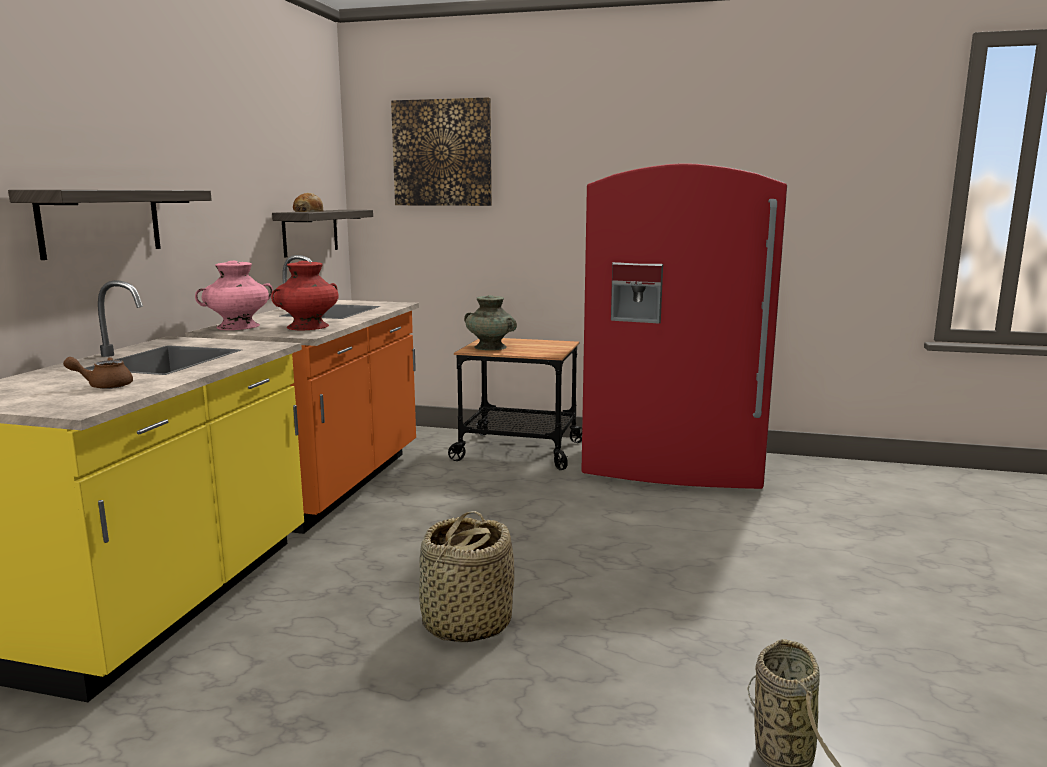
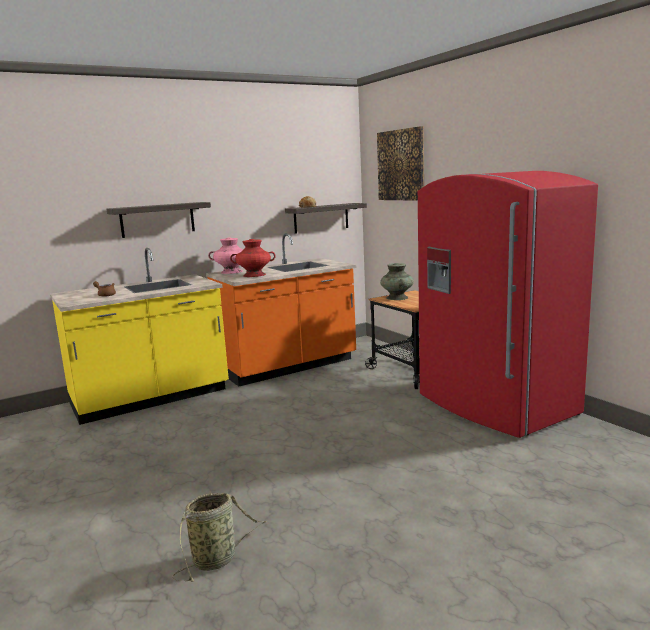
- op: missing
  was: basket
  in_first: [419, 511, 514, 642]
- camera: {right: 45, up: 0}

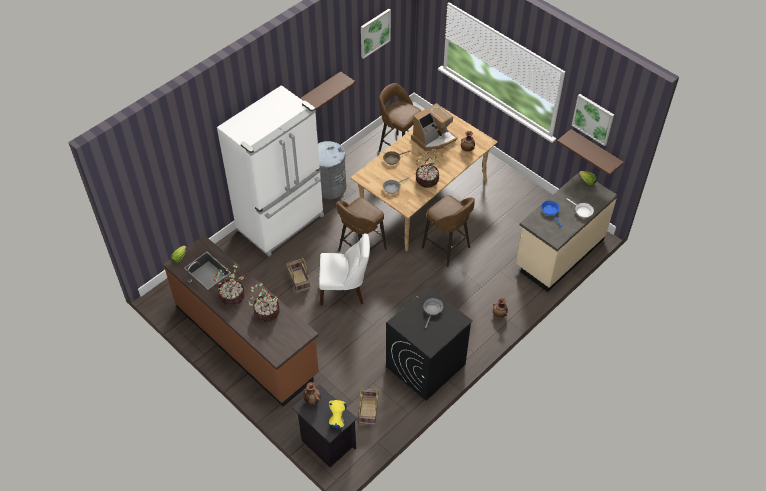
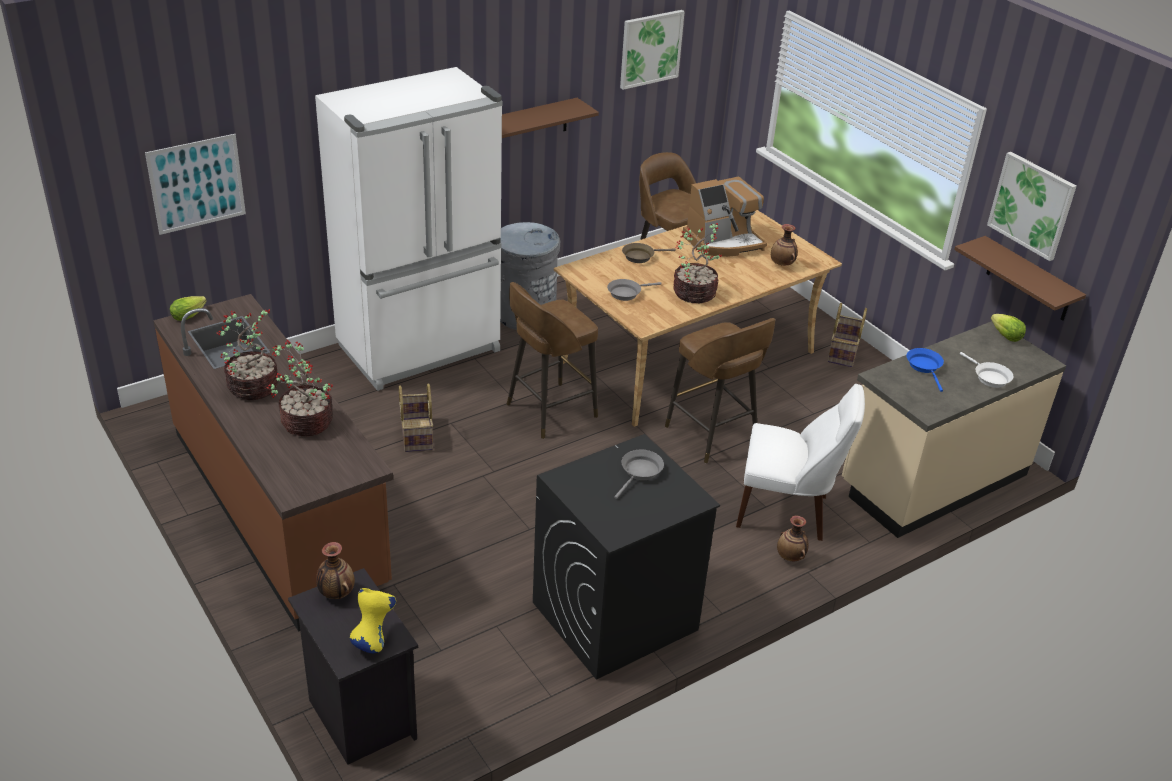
- op: relocated
  was: white chair
  in_first: [319, 234, 370, 305]
  in_second: [736, 383, 865, 541]
- op: relocated
  was: basket
  in_first: [358, 388, 379, 425]
  in_second: [828, 303, 867, 367]
- op: appeared
  now: picture
  in_second: [145, 134, 246, 235]
- camera: {right: 10, up: -15}

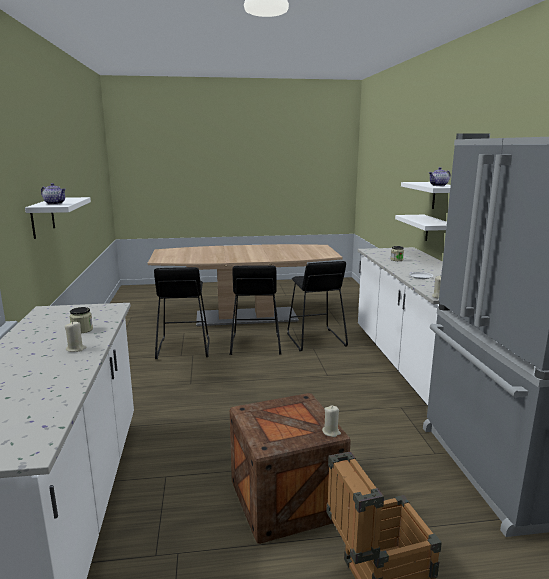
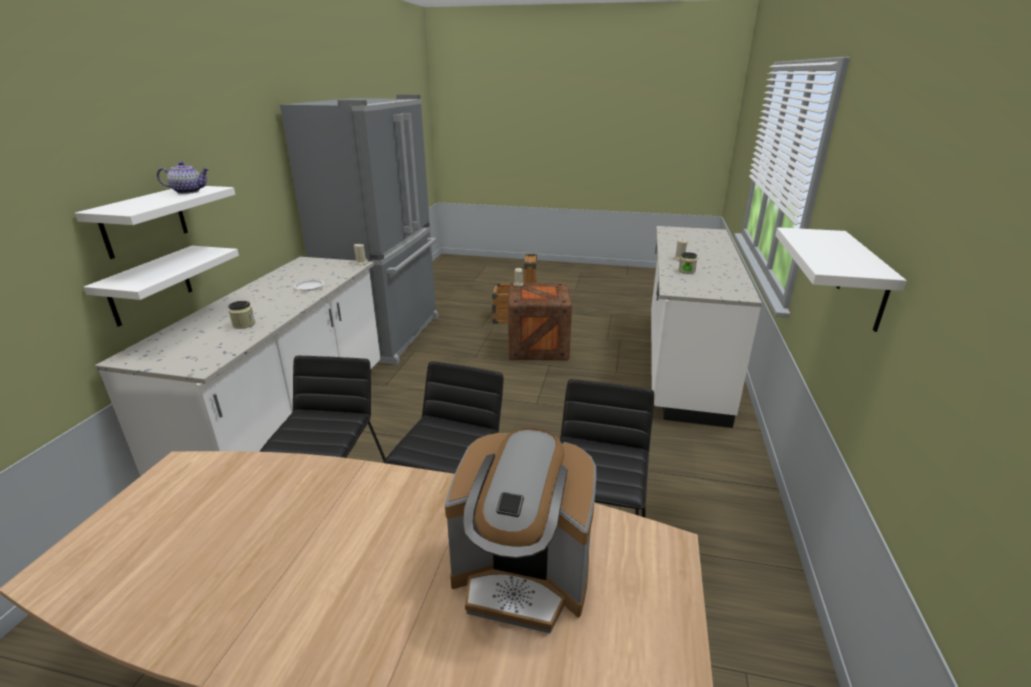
- op: missing
  was: teapot
  in_first: [41, 183, 66, 205]
- op: appeared
  now: coffee machine
  in_second: [445, 428, 596, 633]
- camera: {right: -160, up: 10}

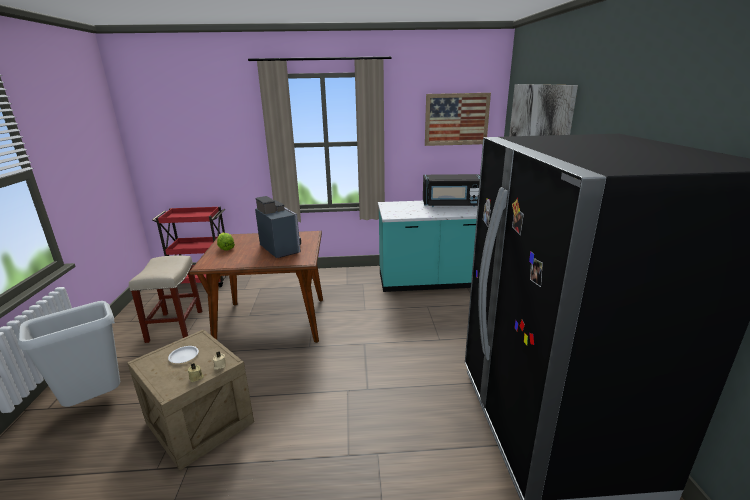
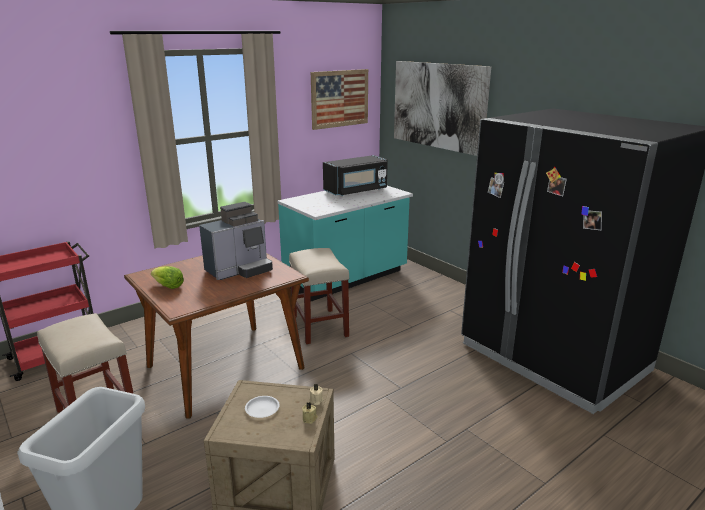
- op: spun
  was: coffee machine
  in_first: [255, 196, 301, 258]
  in_second: [199, 202, 273, 280]
  clockwise: 120
- op: appeared
  now: beige stool
  in_second: [289, 248, 349, 344]
- camera: {right: -35, up: 0}

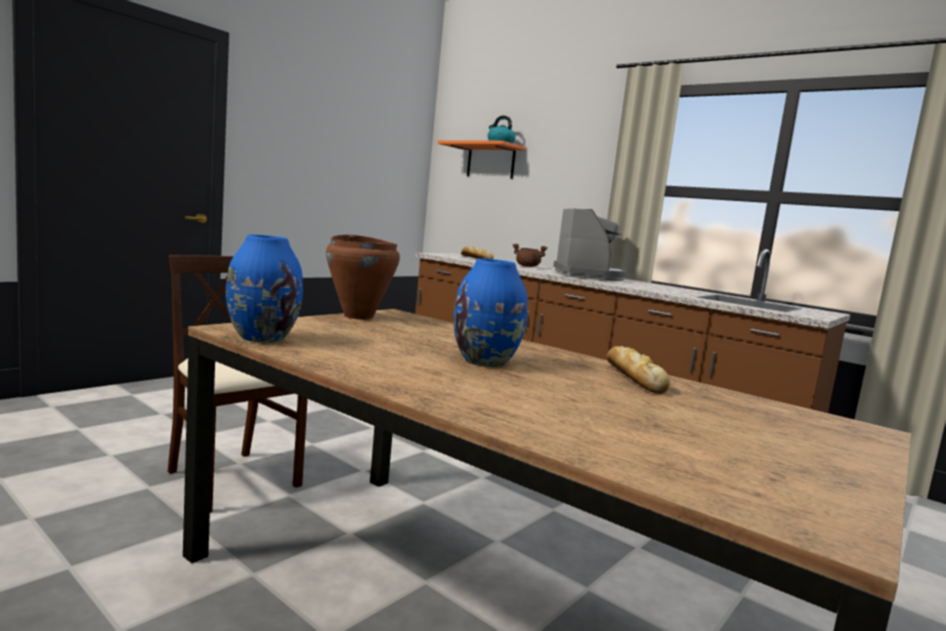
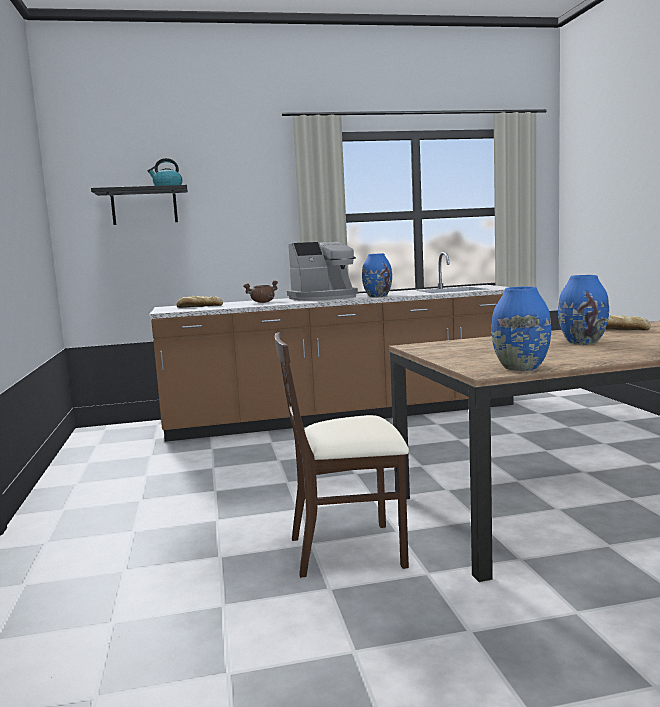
- op: colour
  was: orange shelf
  now: black shelf
  in_first: [438, 140, 526, 179]
  in_second: [91, 185, 188, 225]
- op: spun
  was: coffee machine
  in_first: [553, 209, 627, 281]
  in_second: [287, 242, 358, 301]
  clockwise: 120
- op: missing
  was: brown cooking pot
  in_first: [326, 234, 400, 320]
- op: appeared
  now: blue vase
  in_second: [362, 253, 392, 297]
- camera: {right: -50, up: 0}

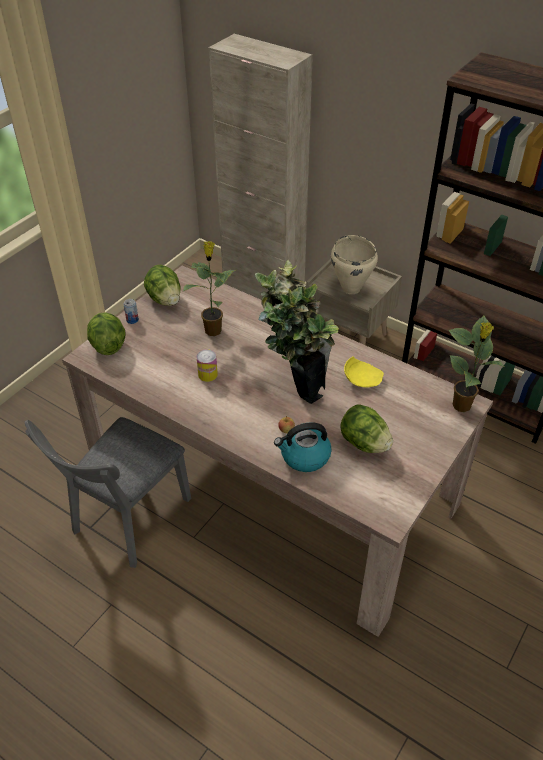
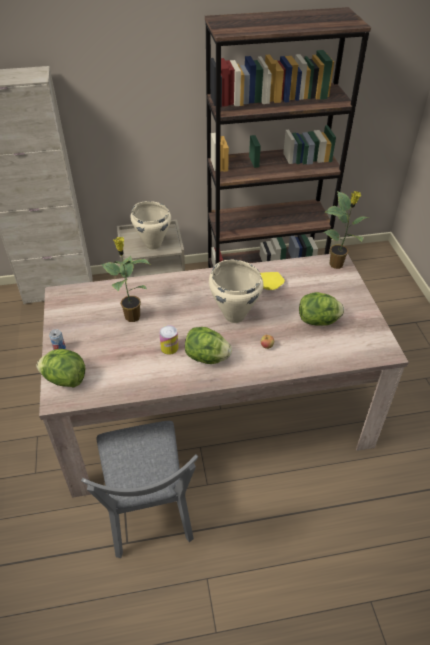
- op: exchanged
  was: potted plant
  now: beige cooking pot
  in_first: [255, 260, 339, 404]
  in_second: [209, 259, 263, 323]
- op: relocated
  was: lettuce
  in_first: [144, 265, 181, 306]
  in_second: [185, 327, 232, 364]
- op: missing
  was: kettle
  in_first: [274, 422, 332, 472]
- camera: {right: -45, up: 0}

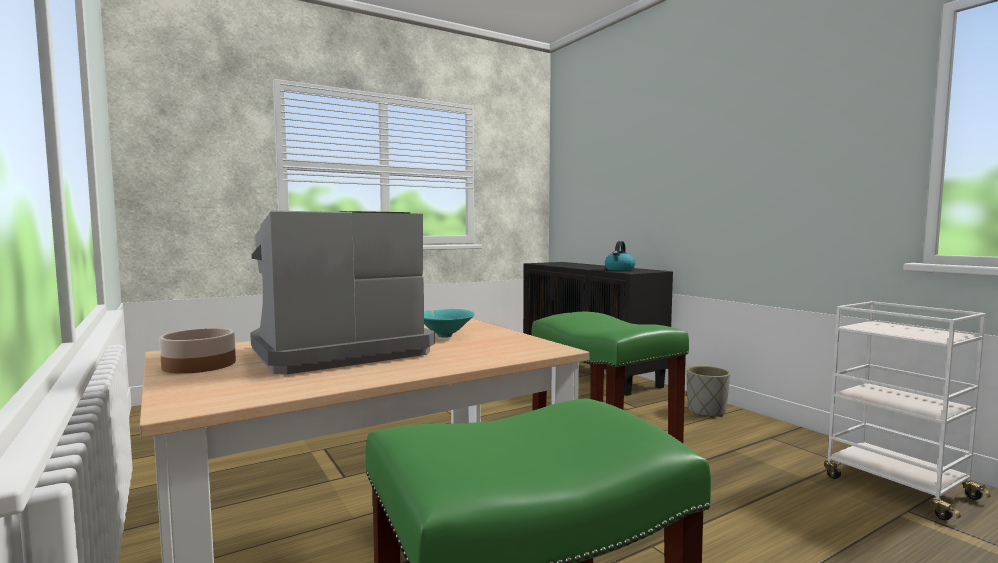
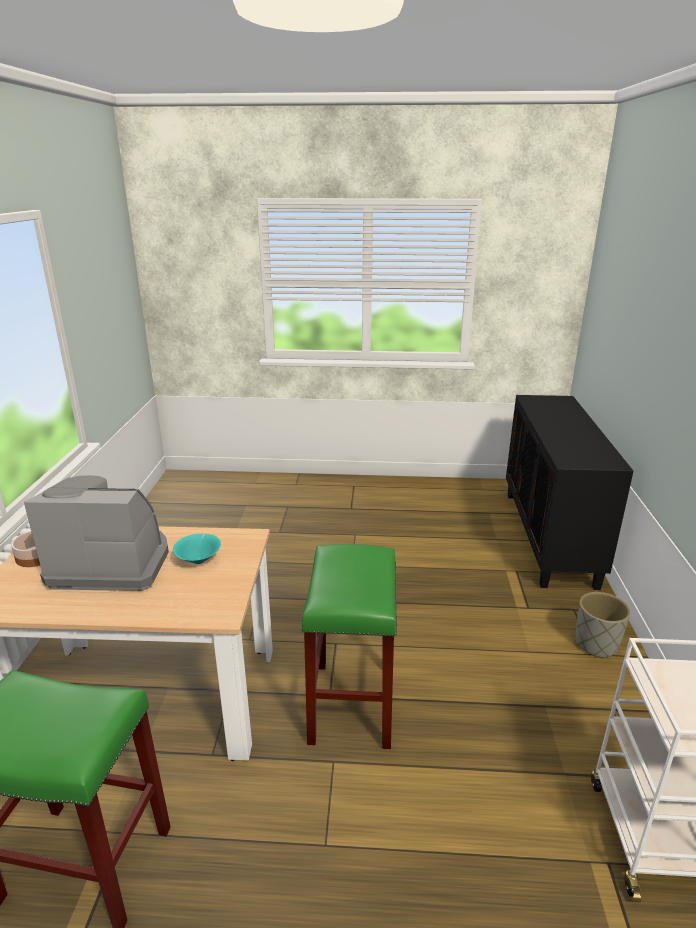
- op: missing
  was: kettle
  in_first: [605, 241, 636, 271]
- camera: {right: 35, up: 20}

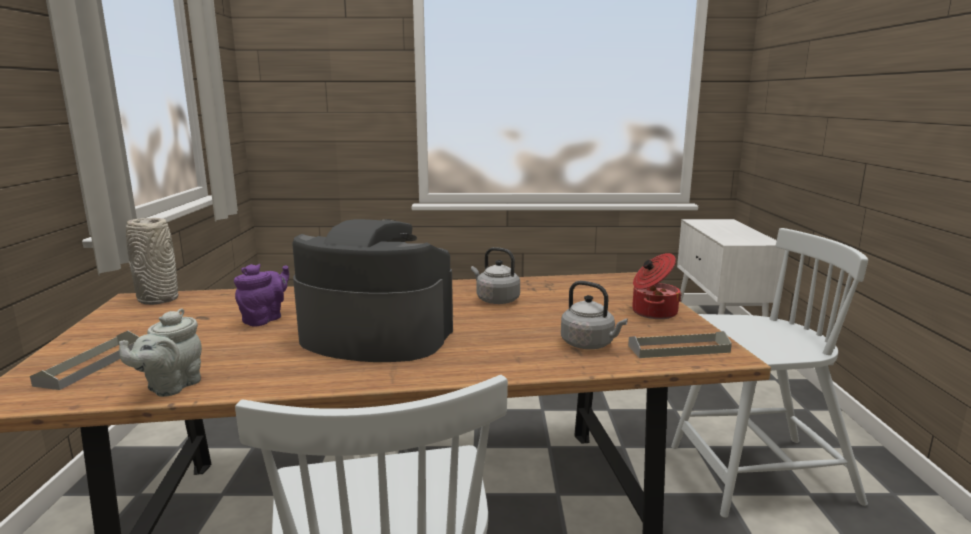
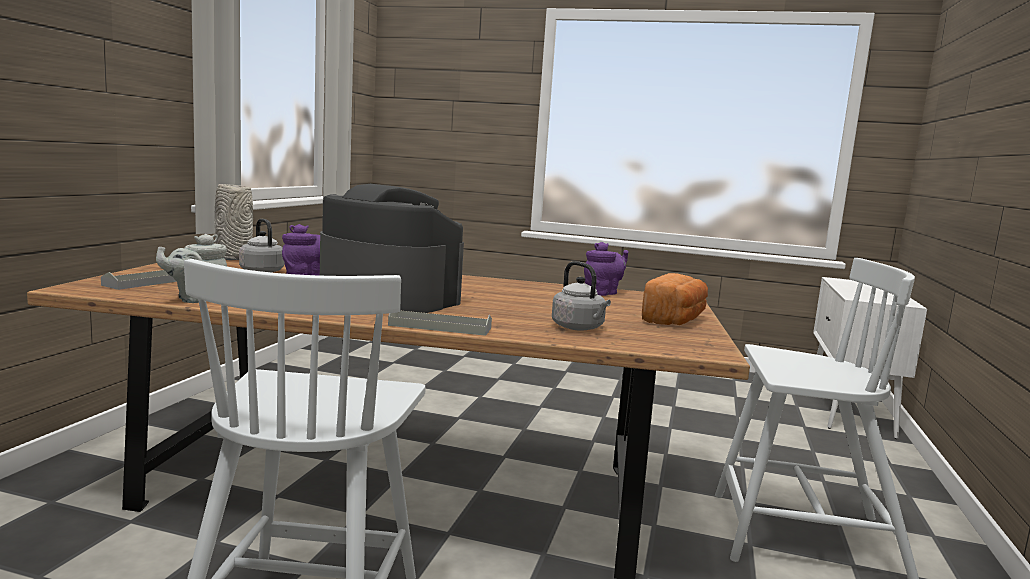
- op: relocated
  was: grey kettle
  in_first: [471, 247, 520, 304]
  in_second: [239, 219, 284, 273]
- op: exchanged
  was: cooking pot
  now: bread
  in_first: [632, 253, 682, 319]
  in_second: [642, 273, 708, 325]
- op: relocated
  was: grey tray
  in_first: [628, 331, 732, 358]
  in_second: [388, 310, 492, 336]
- op: appeared
  now: purple teapot
  in_second: [584, 242, 629, 296]
- camera: {right: 15, up: -5}

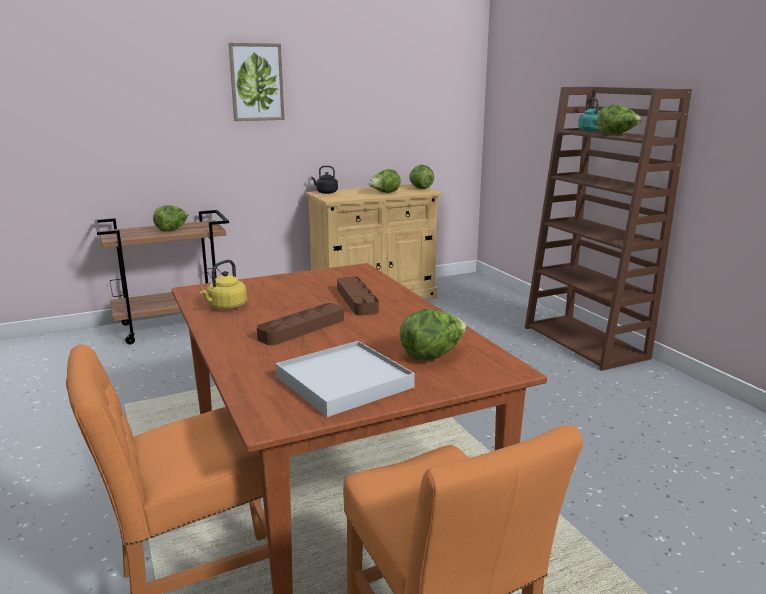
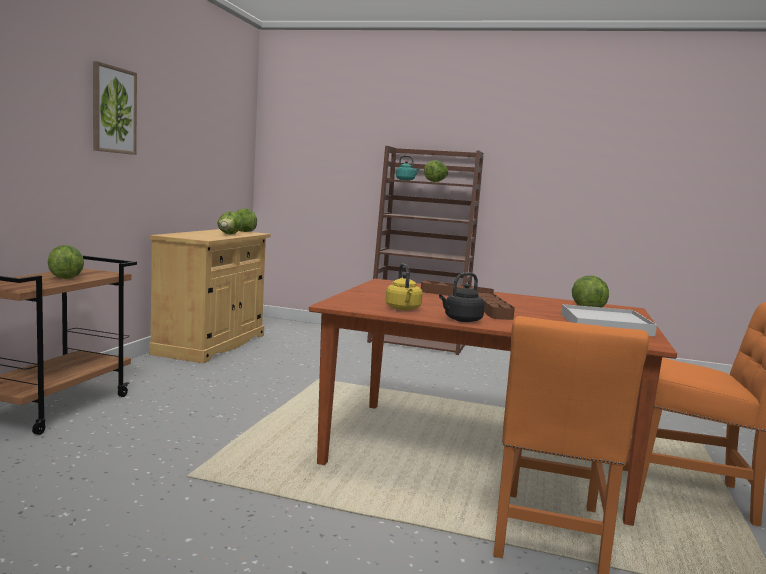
- op: relocated
  was: black kettle
  in_first: [311, 166, 338, 194]
  in_second: [439, 273, 485, 322]
- camera: {right: -50, up: -10}

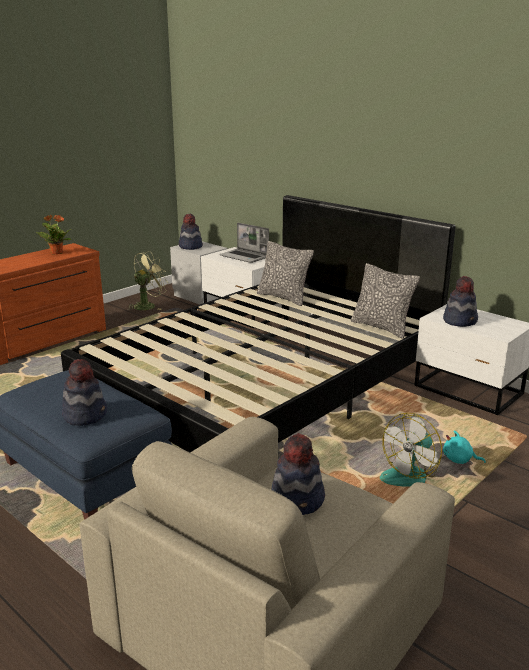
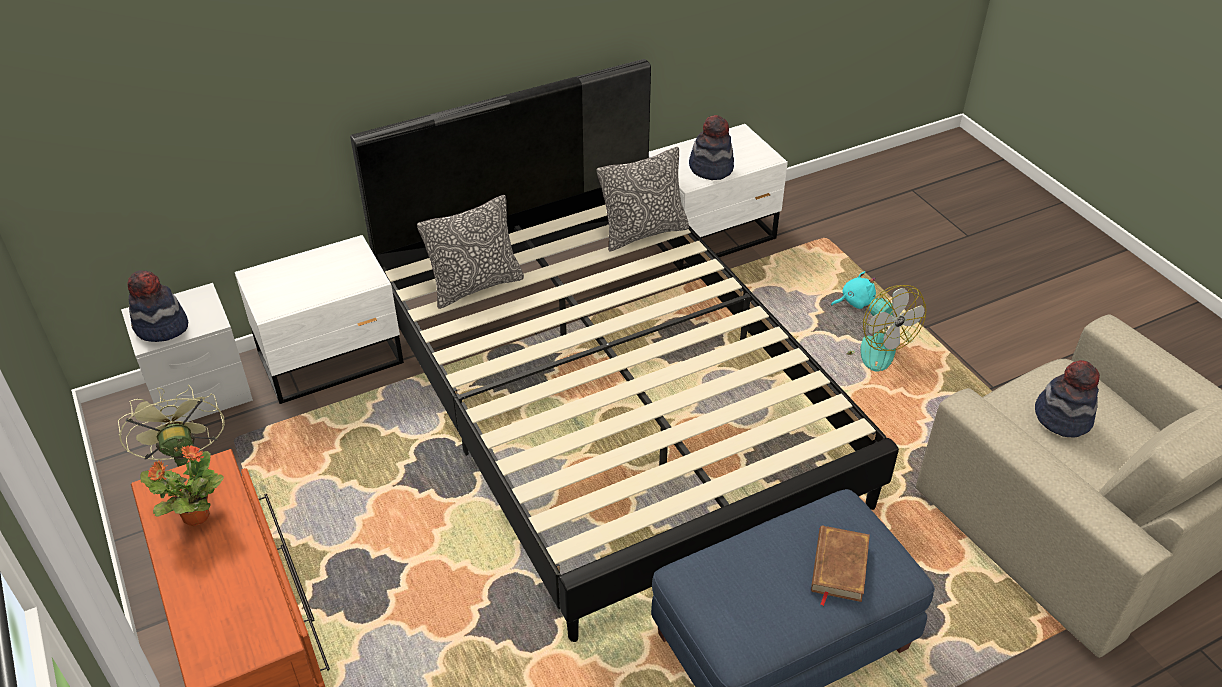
- op: missing
  was: laptop
  in_first: [219, 223, 269, 263]
- op: exchanged
  was: hat
  now: brown book
  in_first: [62, 359, 107, 426]
  in_second: [811, 525, 870, 606]
- op: spun
  was: turquoise plush toy
  in_first: [443, 430, 486, 465]
  in_second: [831, 271, 876, 309]
  clockwise: -150
- camera: {right: -70, up: 20}

